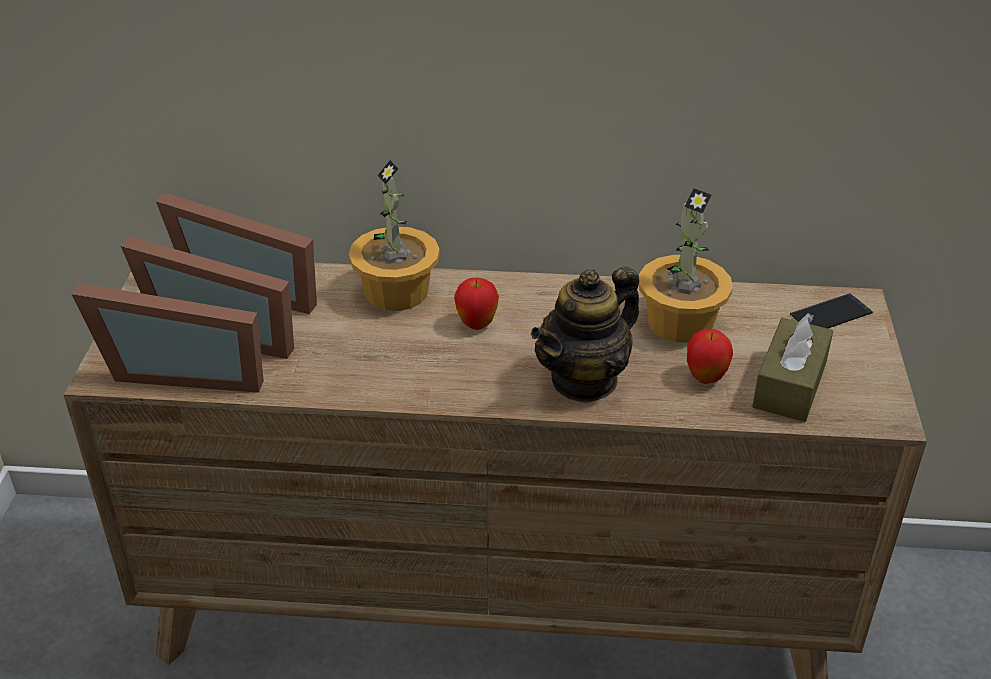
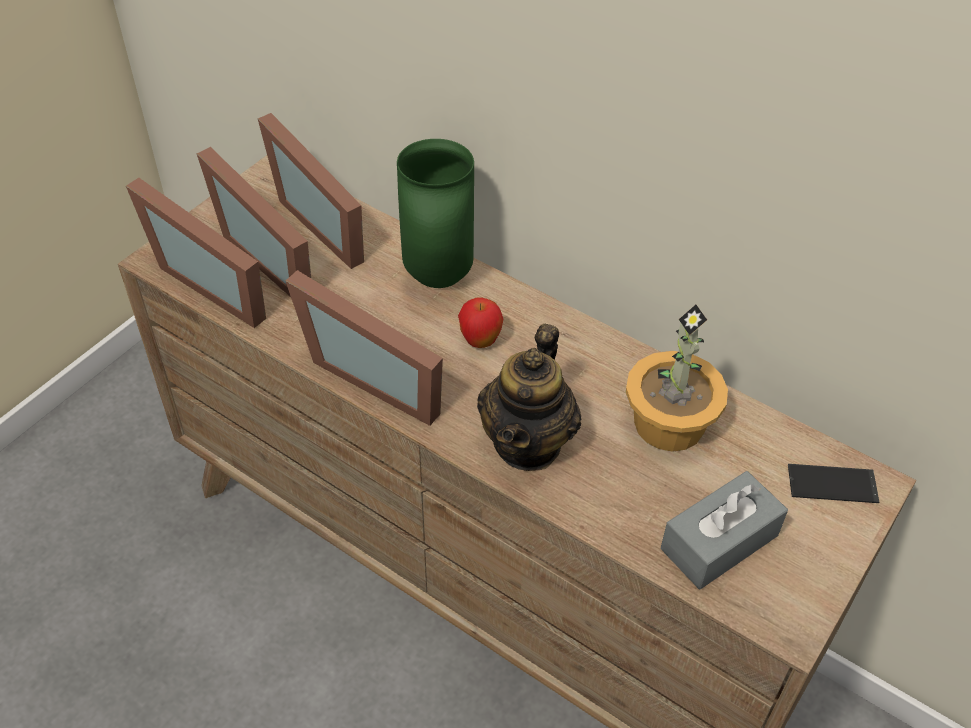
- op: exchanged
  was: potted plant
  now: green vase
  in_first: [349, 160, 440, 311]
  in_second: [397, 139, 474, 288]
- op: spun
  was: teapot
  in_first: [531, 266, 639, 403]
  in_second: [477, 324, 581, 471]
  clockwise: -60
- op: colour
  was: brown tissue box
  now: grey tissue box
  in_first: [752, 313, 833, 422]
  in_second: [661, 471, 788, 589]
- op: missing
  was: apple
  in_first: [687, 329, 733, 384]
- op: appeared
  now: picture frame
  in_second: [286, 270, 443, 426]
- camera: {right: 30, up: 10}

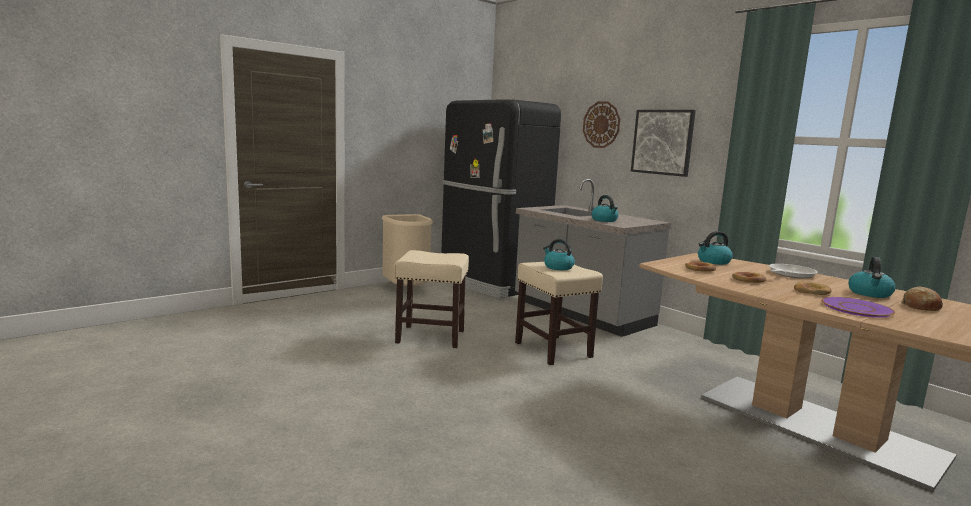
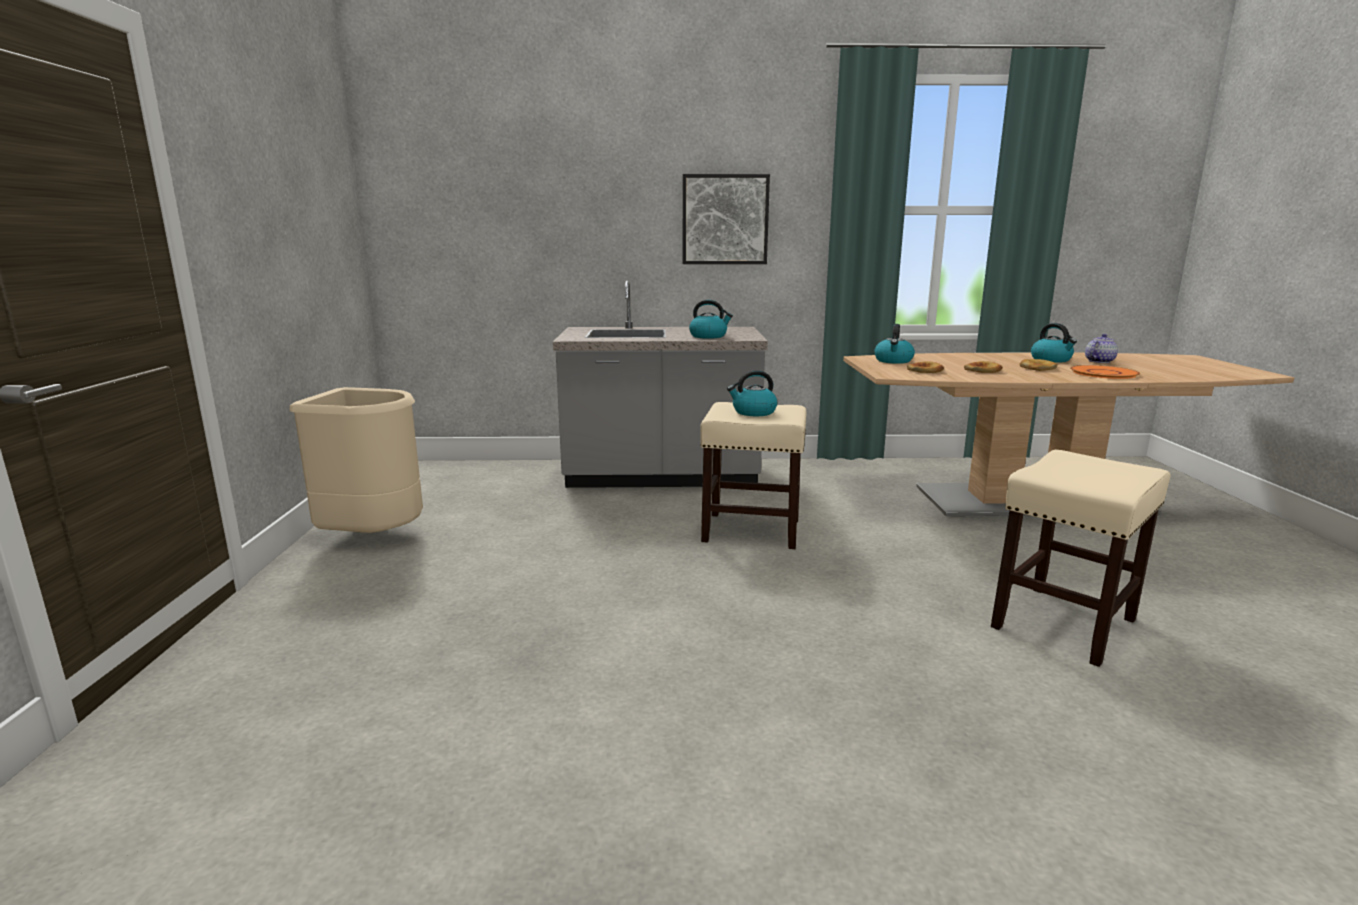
- op: missing
  was: black fridge
  in_first: [441, 99, 561, 298]
- op: missing
  was: wall clock
  in_first: [583, 101, 620, 148]
- op: relocated
  was: beige stool
  in_first: [395, 250, 469, 348]
  in_second: [991, 450, 1171, 667]
- op: missing
  was: frying pan
  in_first: [769, 264, 818, 279]
- op: exchanged
  was: bread
  now: teapot
  in_first: [901, 287, 943, 311]
  in_second: [1085, 334, 1118, 363]
- op: colour
  was: purple plate
  now: orange plate
  in_first: [821, 297, 895, 318]
  in_second: [1070, 365, 1140, 379]
- camera: {right: -50, up: 5}

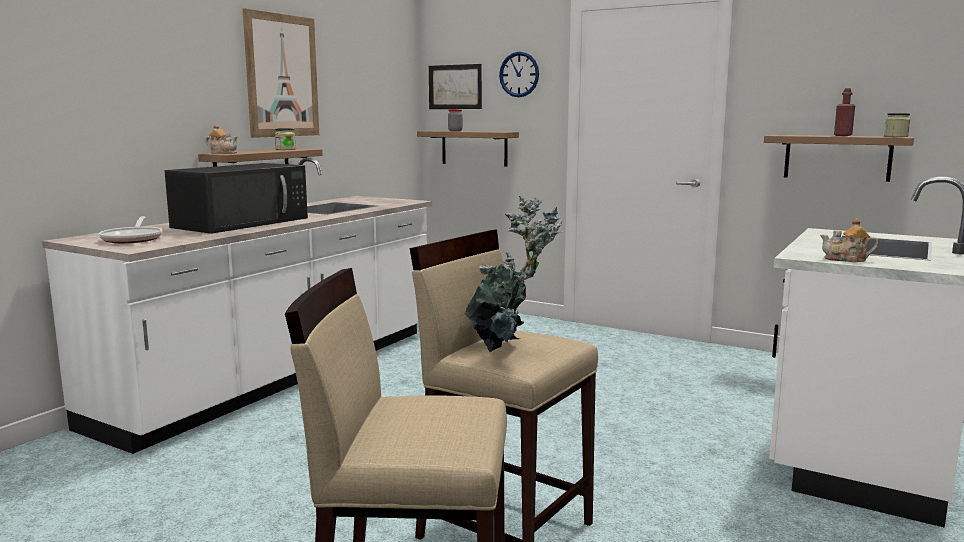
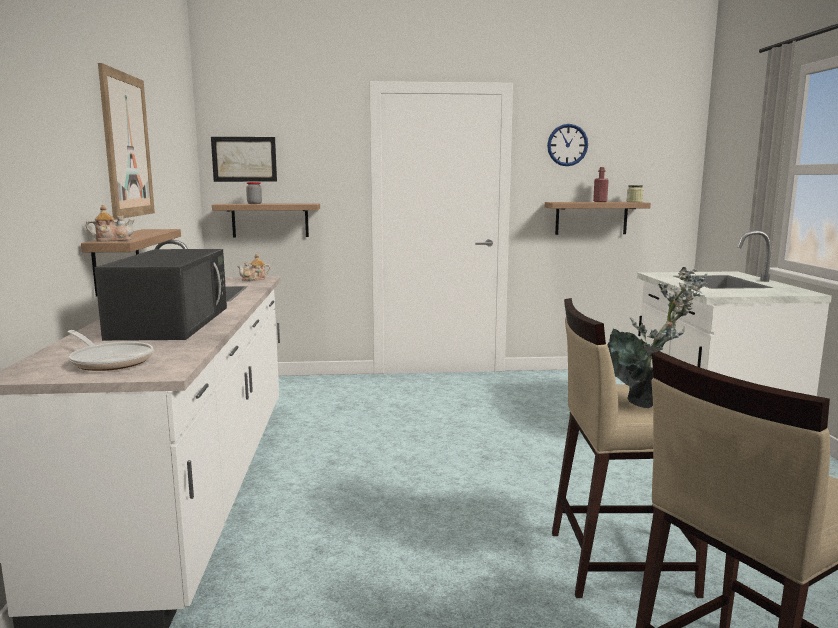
- op: relocated
  was: wall clock
  in_first: [499, 52, 539, 97]
  in_second: [547, 124, 588, 166]
- op: missing
  was: jar
  in_first: [275, 128, 296, 150]
- op: relocated
  was: teapot
  in_first: [820, 218, 878, 262]
  in_second: [237, 254, 271, 281]
- camera: {right: -35, up: 0}

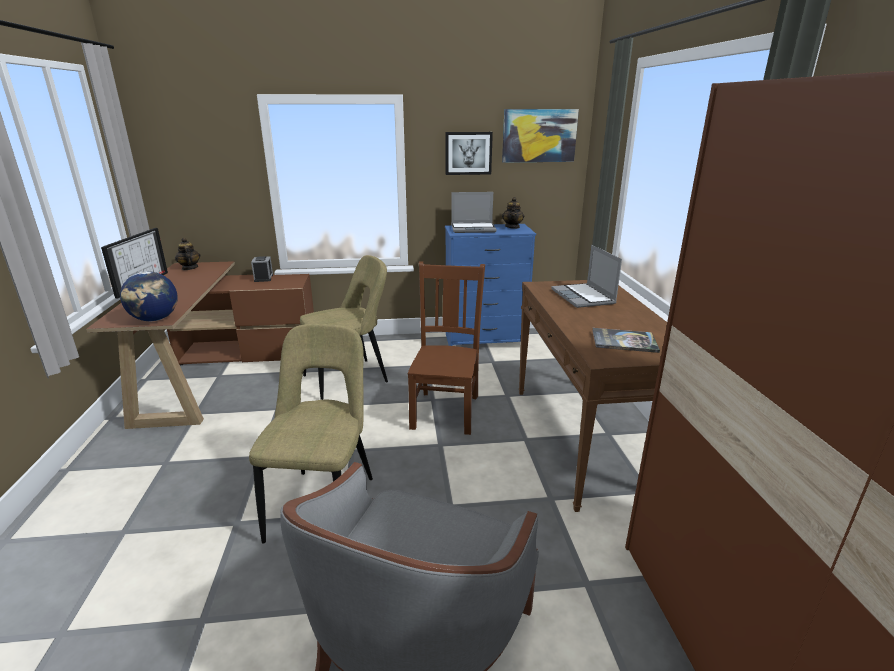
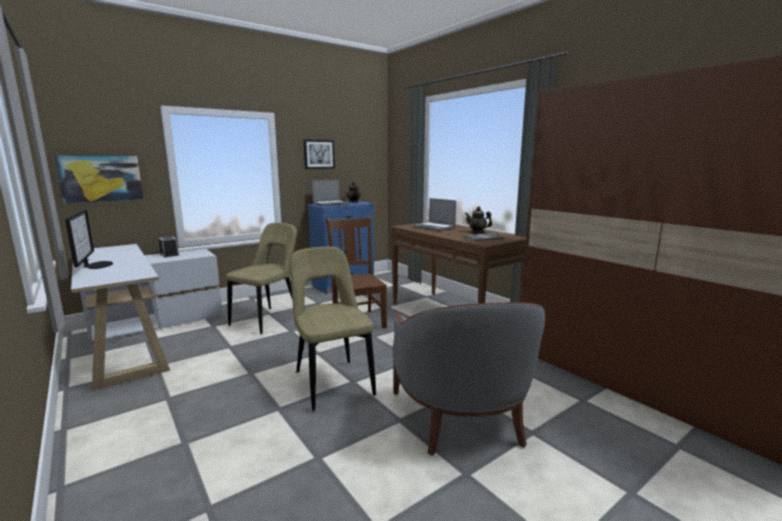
- op: relocated
  was: picture
  in_first: [502, 109, 579, 163]
  in_second: [54, 155, 144, 203]
- op: relocated
  was: teapot
  in_first: [175, 238, 200, 270]
  in_second: [465, 207, 492, 234]
- op: colour
  was: brown desk
  now: white desk
  in_first: [86, 261, 314, 429]
  in_second: [71, 244, 223, 391]
- op: missing
  was: globe
  in_first: [120, 271, 178, 321]
- camera: {right: -30, up: -10}

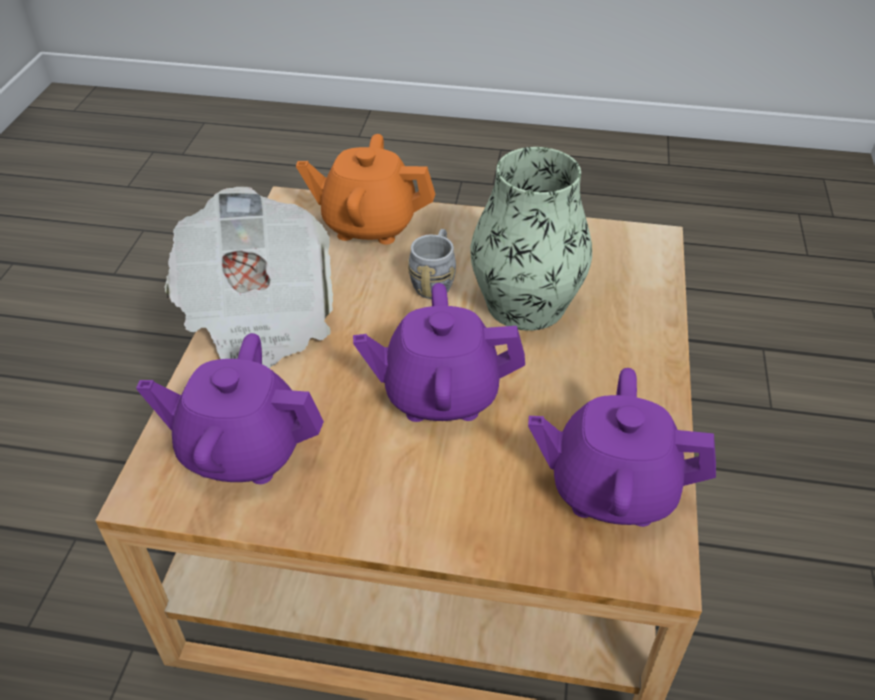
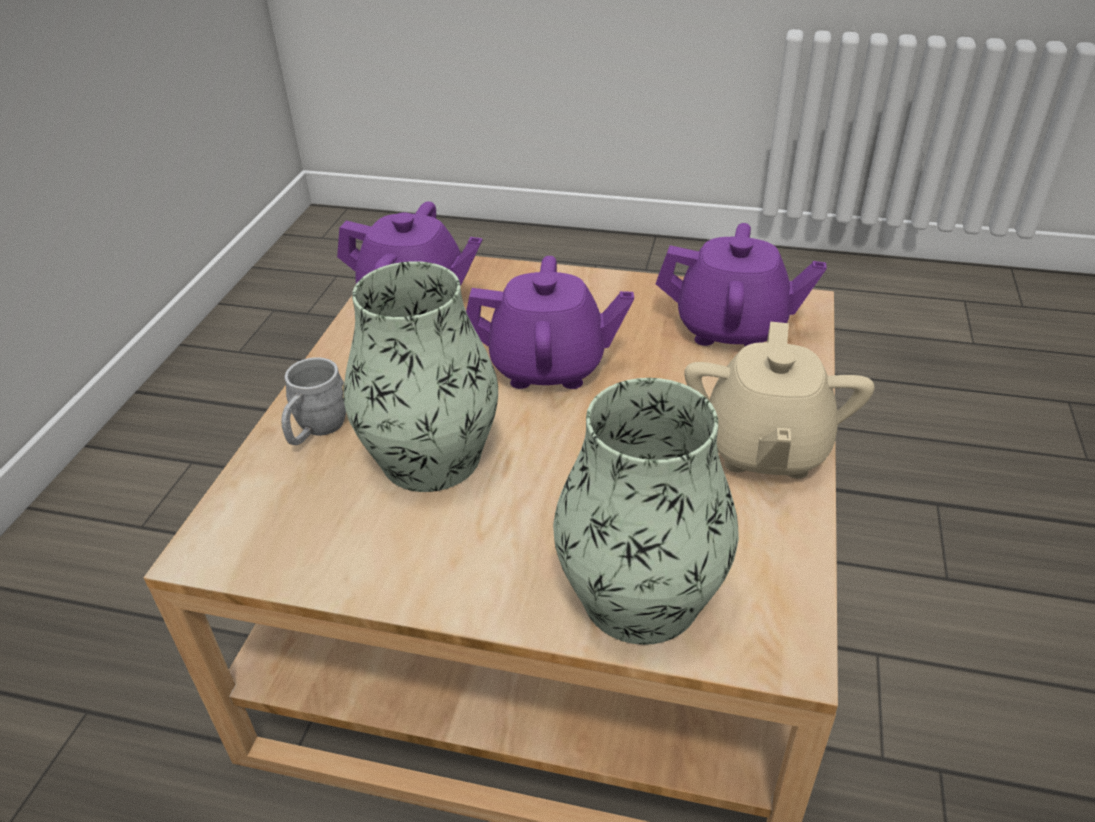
- op: exchanged
  was: orange teapot
  now: vase
  in_first: [296, 134, 436, 245]
  in_second: [553, 378, 739, 645]
- op: exchanged
  was: newspaper
  now: beige teapot
  in_first: [164, 186, 333, 369]
  in_second: [684, 321, 875, 479]
- op: relocated
  was: grey mug
  in_first: [408, 229, 456, 299]
  in_second: [281, 357, 346, 445]
- camera: {right: -175, up: -5}

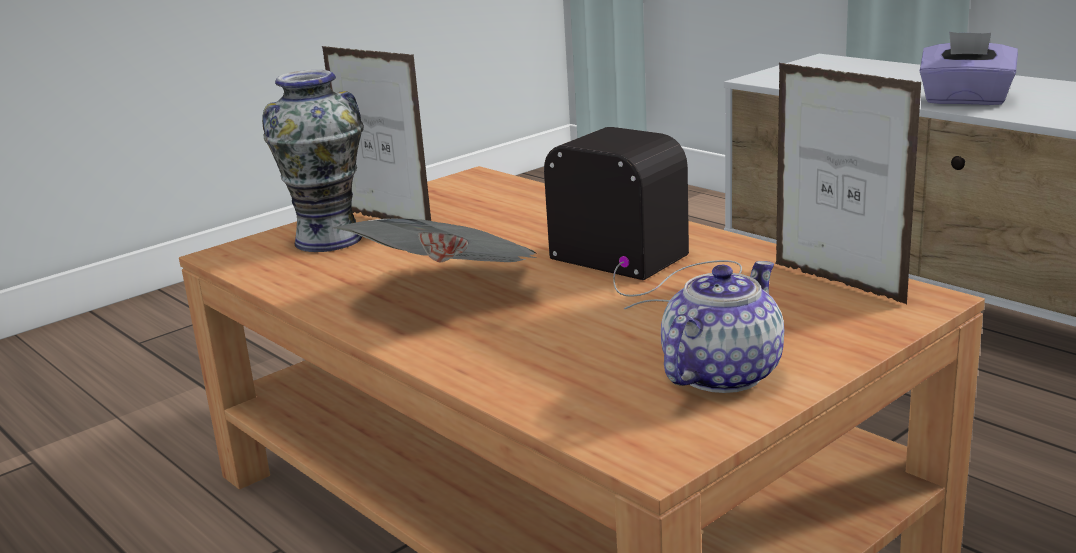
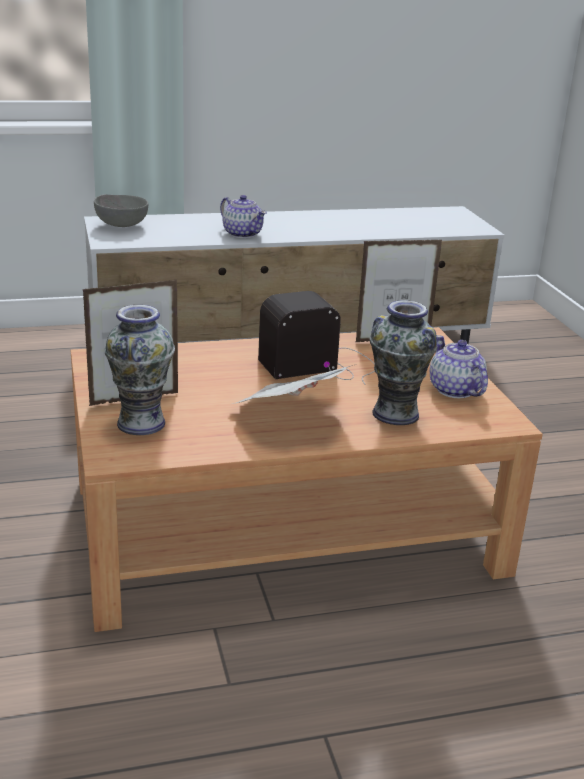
- op: exchanged
  was: purple tissue box
  now: teapot
  in_first: [920, 32, 1018, 105]
  in_second: [220, 195, 267, 238]
- op: appeared
  now: grey bowl
  in_second: [94, 194, 148, 227]
- op: appeared
  now: vase
  in_second: [370, 300, 437, 425]
- camera: {right: -65, up: 5}

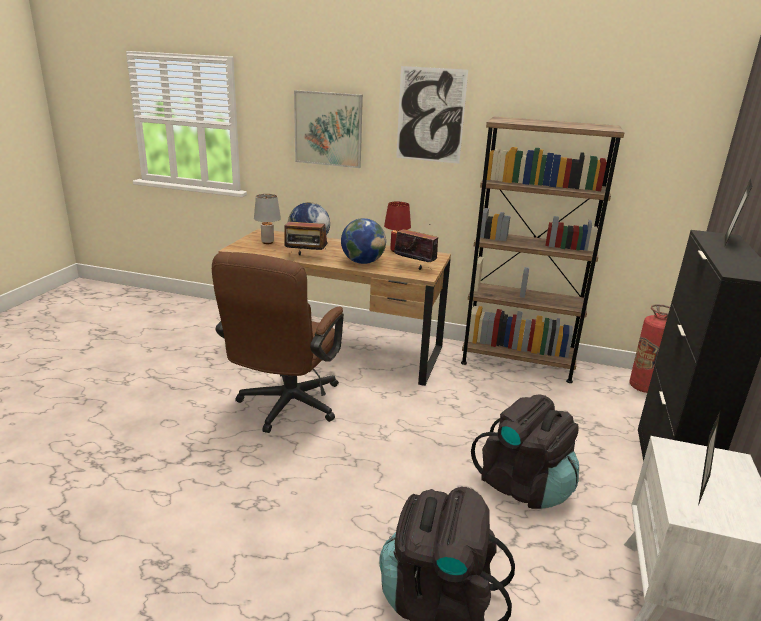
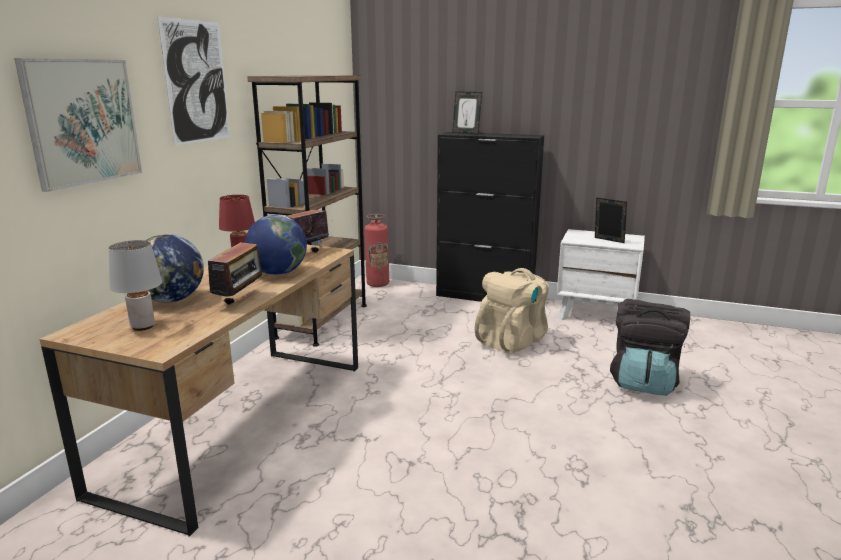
- op: missing
  was: brown office chair
  in_first: [212, 252, 344, 433]
- op: colour
  was: black backpack
  now: beige backpack
  in_first: [471, 395, 579, 509]
  in_second: [474, 268, 549, 354]
- camera: {right: -85, up: -5}

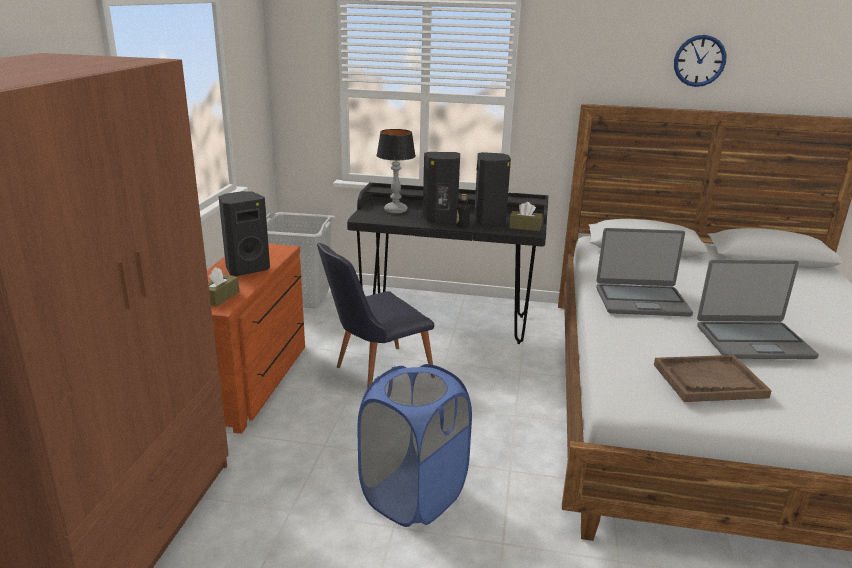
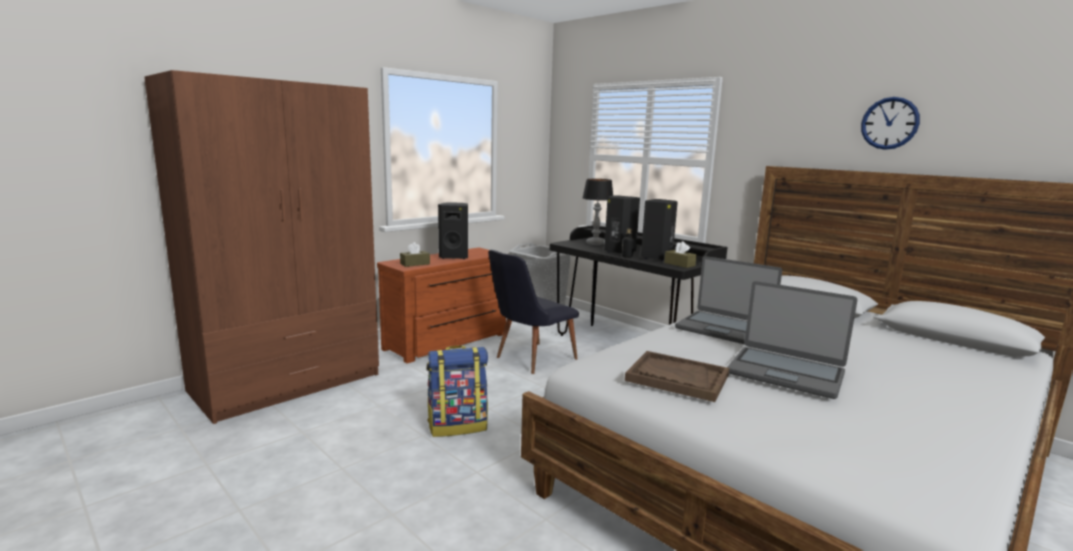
- op: spun
  was: black chair
  in_first: [317, 243, 434, 389]
  in_second: [488, 250, 579, 374]
  clockwise: -45
- op: exchanged
  was: blue laundry basket
  now: backpack
  in_first: [357, 364, 472, 527]
  in_second: [427, 345, 488, 437]
- camera: {right: 35, up: -10}

